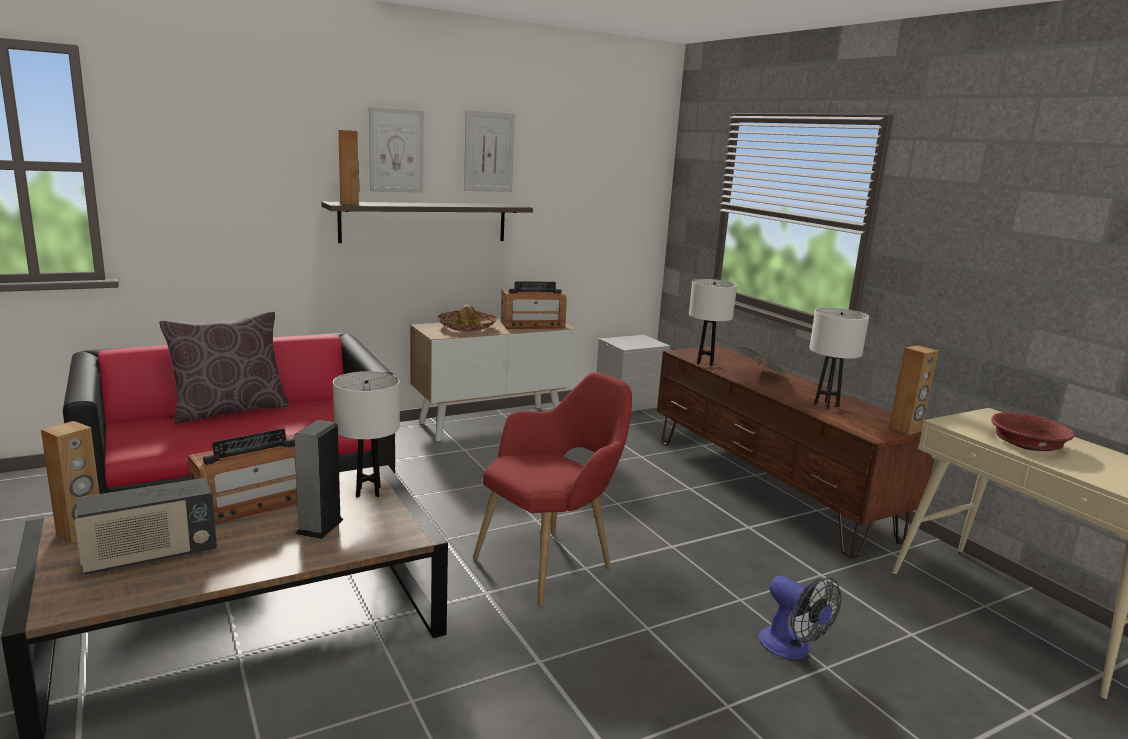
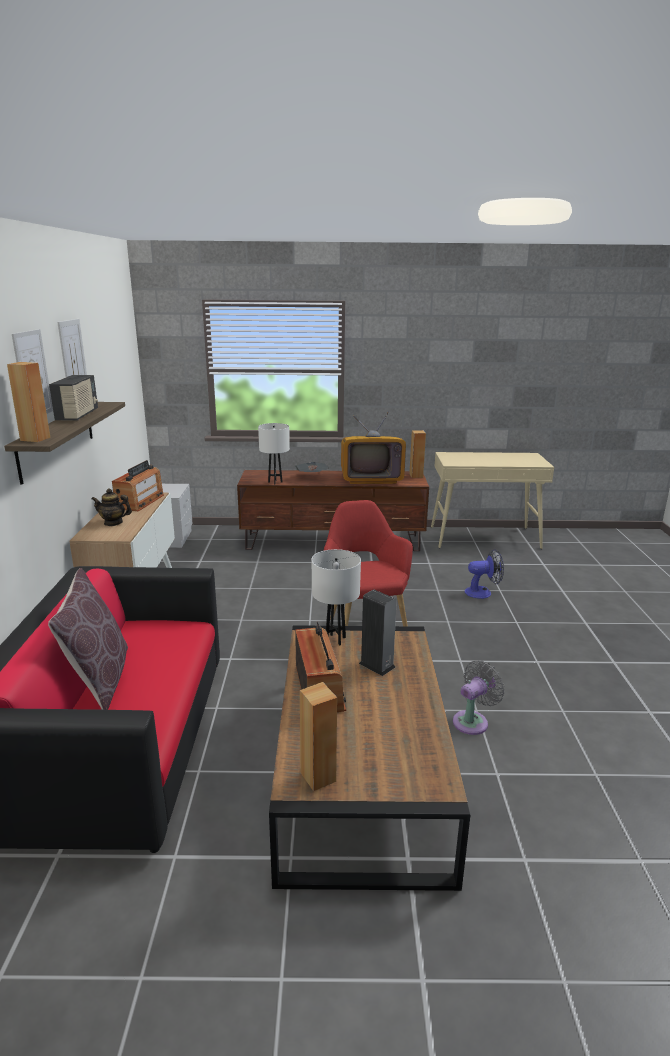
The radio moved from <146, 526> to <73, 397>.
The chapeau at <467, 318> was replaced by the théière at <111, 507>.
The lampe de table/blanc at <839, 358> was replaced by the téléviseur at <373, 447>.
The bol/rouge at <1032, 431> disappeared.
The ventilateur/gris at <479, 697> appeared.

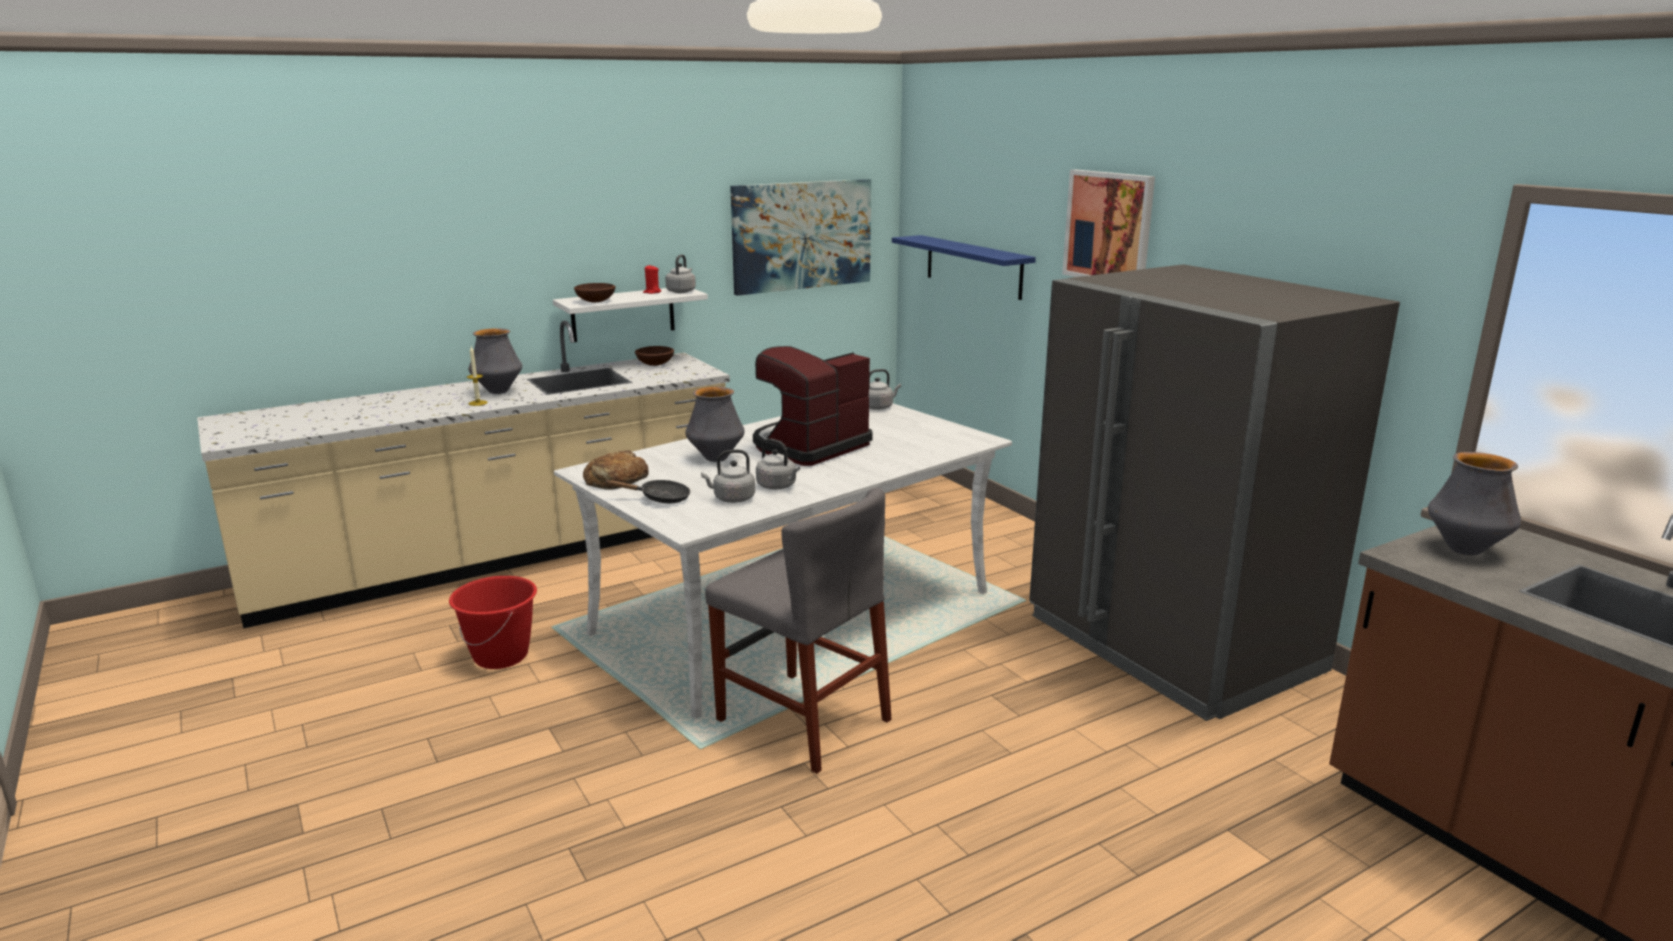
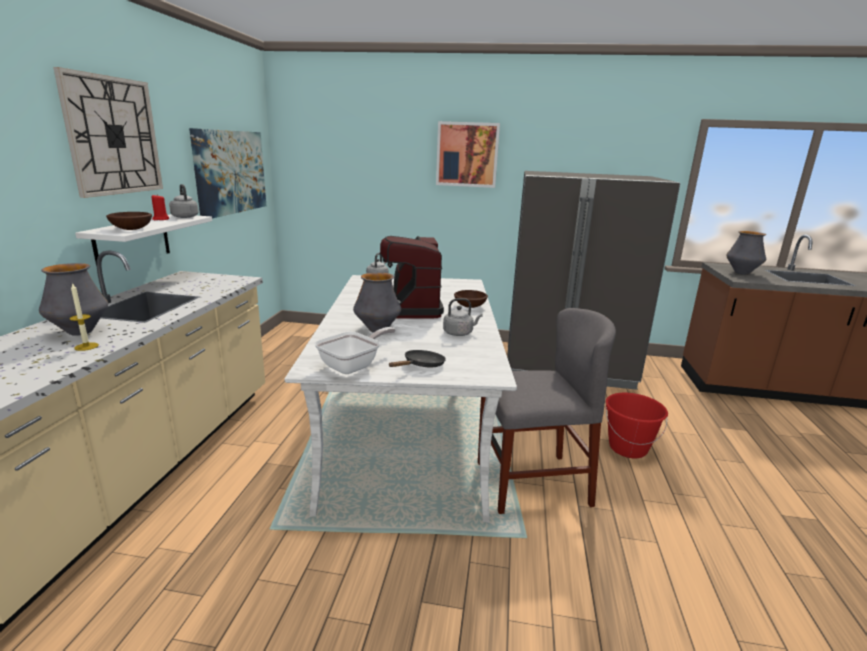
The seau/rouge moved from <493, 622> to <636, 425>.
The pain at <616, 470> was replaced by the poêle at <355, 350>.
The bol/marron moved from <654, 356> to <471, 299>.
The bouilloire/gris at <728, 476> disappeared.
The étagère/bleu at <964, 267> disappeared.
The horloge murale at <108, 132> appeared.

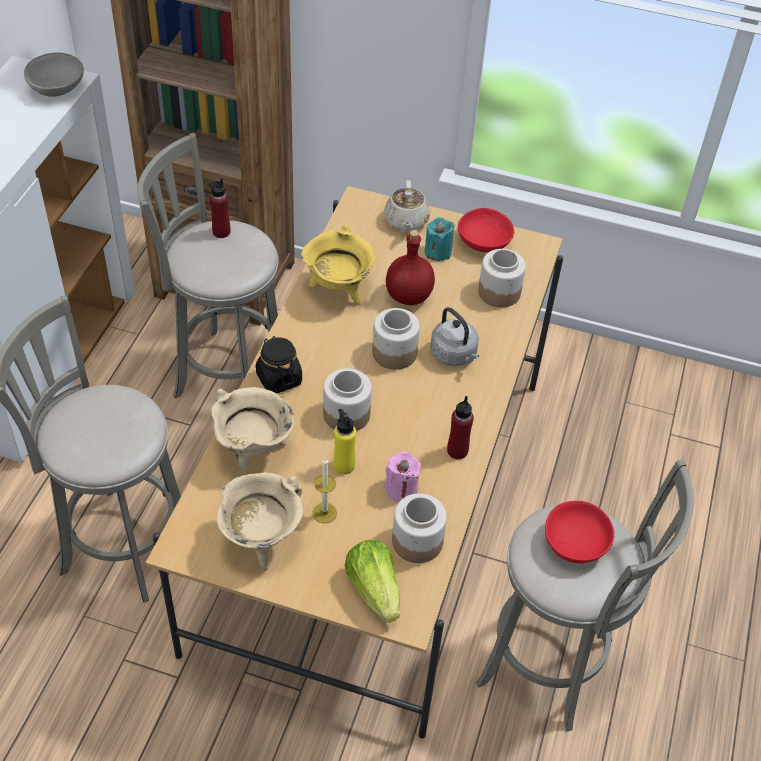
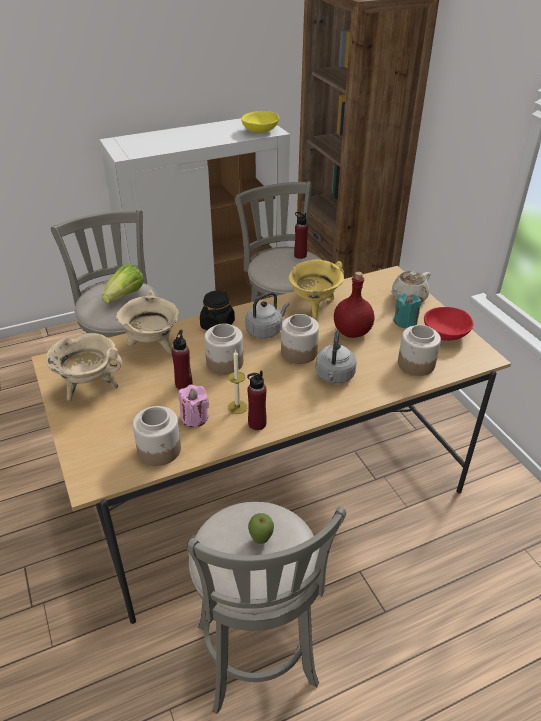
The bol/gris at <54, 74> became the bol/jaune at <260, 122>.
The bougie moved from <325, 490> to <237, 381>.
The bouteille/jaune at <344, 442> became the bouteille/rouge at <182, 360>.
The laitue moved from <372, 581> to <123, 283>.
The bol/rouge at <579, 532> was replaced by the pomme at <261, 528>.
The bouilloire/gris at <267, 315> appeared.

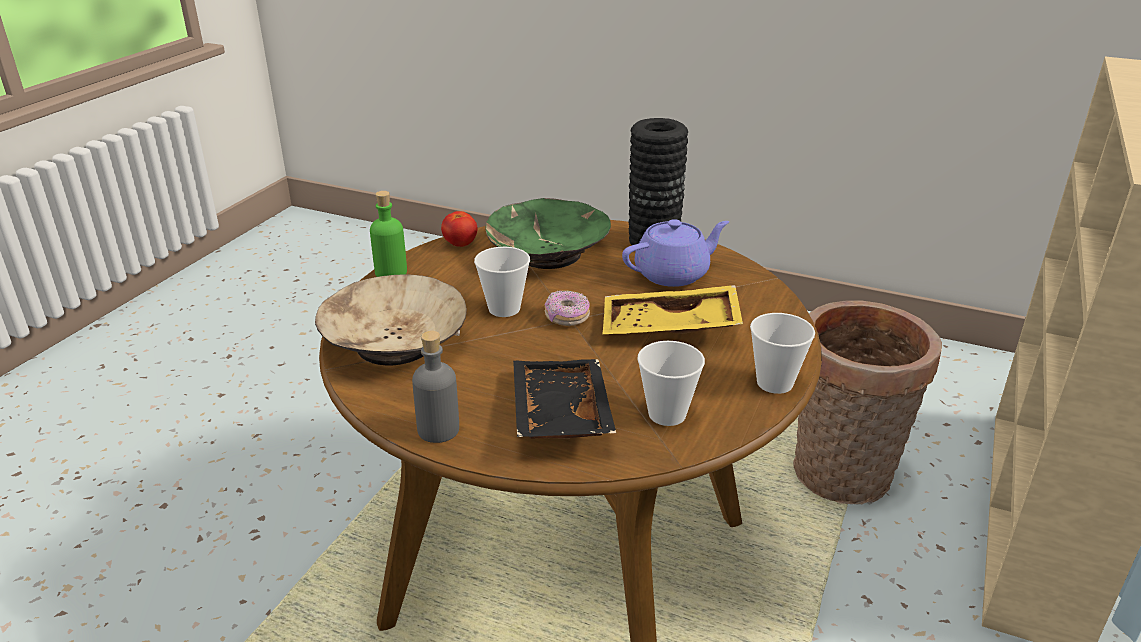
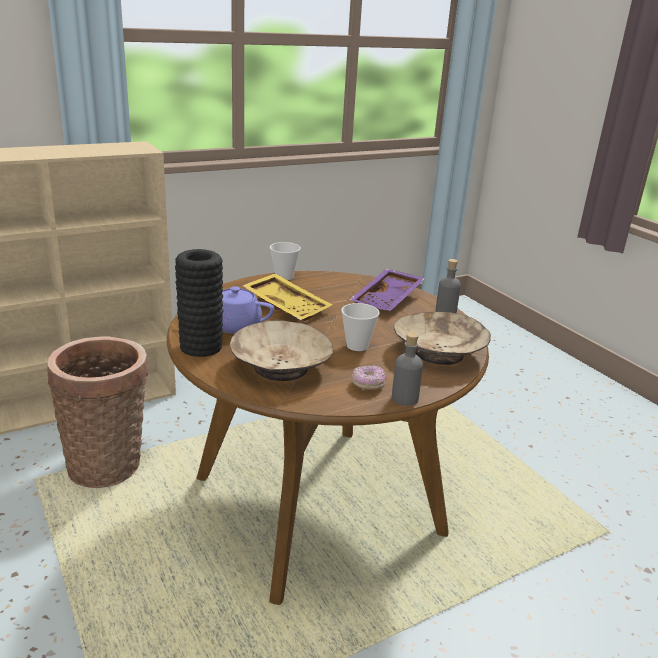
The bouteille/vert at <388, 234> became the bouteille/gris at <407, 369>.
The tomate at <459, 229> disappeared.
The bol/vert at <548, 233> became the bol/beige at <281, 350>.
The plateau/noir at <564, 399> became the plateau/violet at <387, 289>.
The beignet moved from <567, 308> to <369, 377>.
The tasse at <671, 383> disappeared.

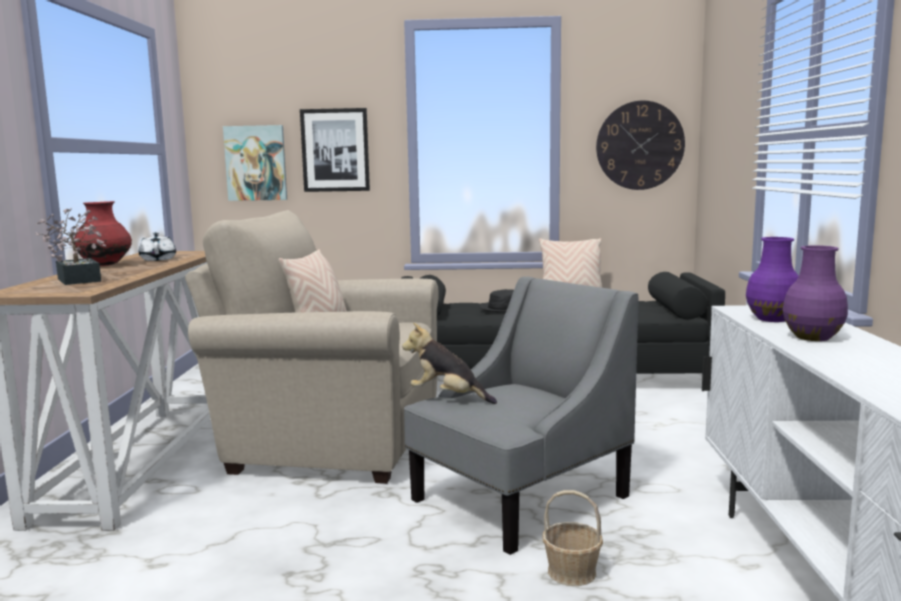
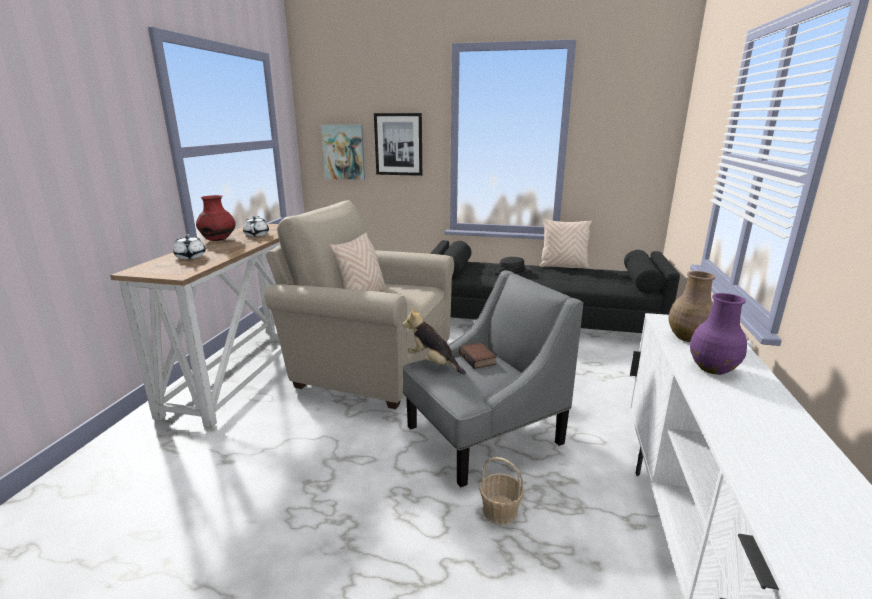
The plante en pot at <71, 246> was replaced by the théière/blanc at <189, 246>.
The horloge murale at <640, 145> disappeared.
The vase/violet at <772, 279> became the vase/marron at <692, 306>.
The livre at <478, 356> appeared.

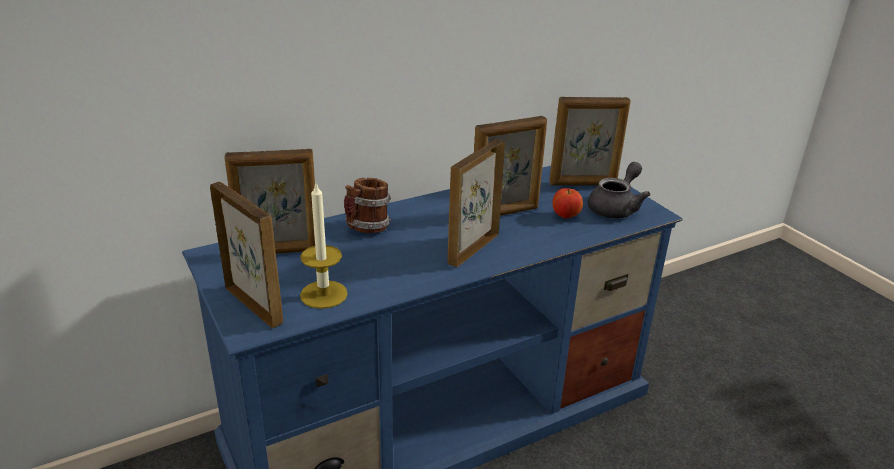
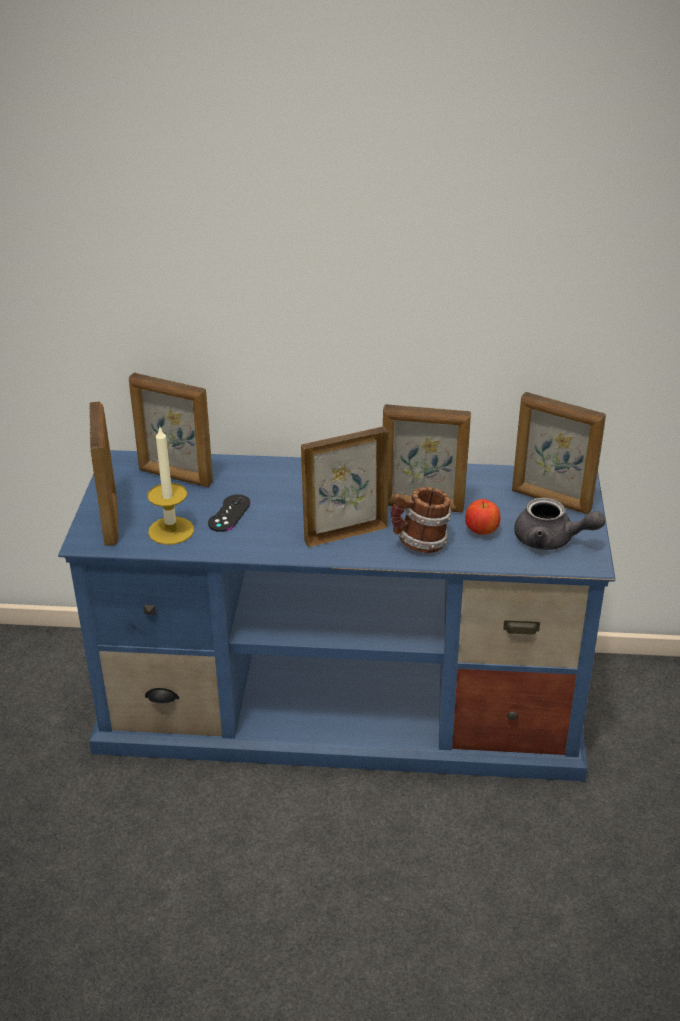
The mug moved from <367, 205> to <421, 520>.
The théière/gris at <619, 190> turned 45 degrees clockwise.
The manette/noir at <229, 513> appeared.

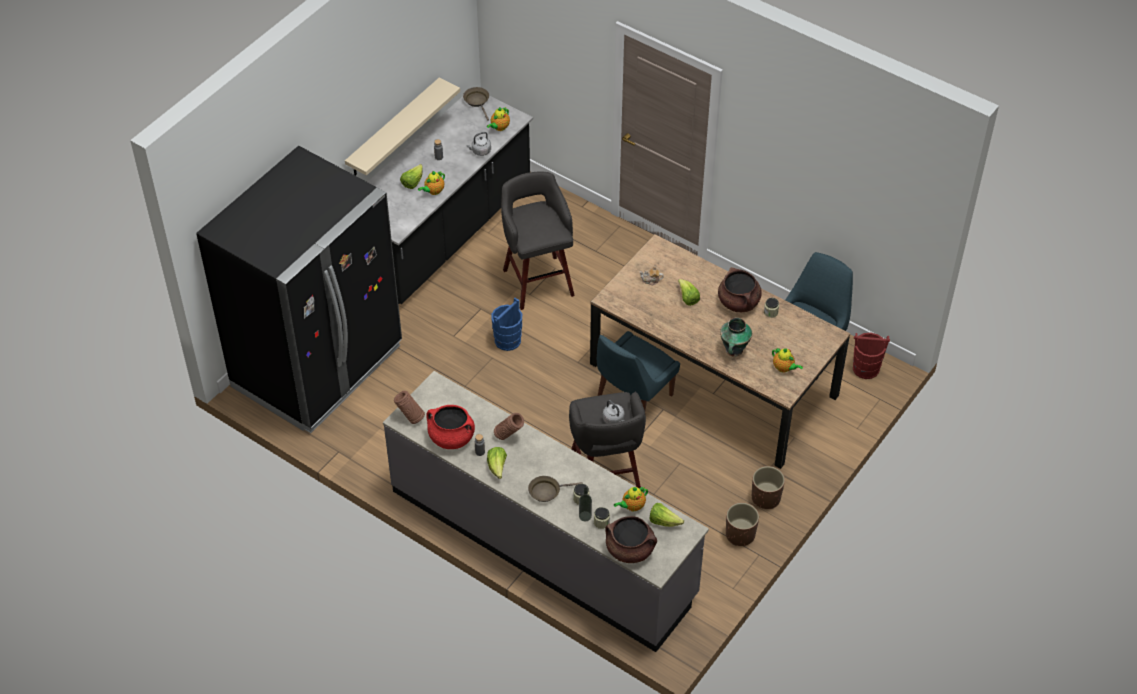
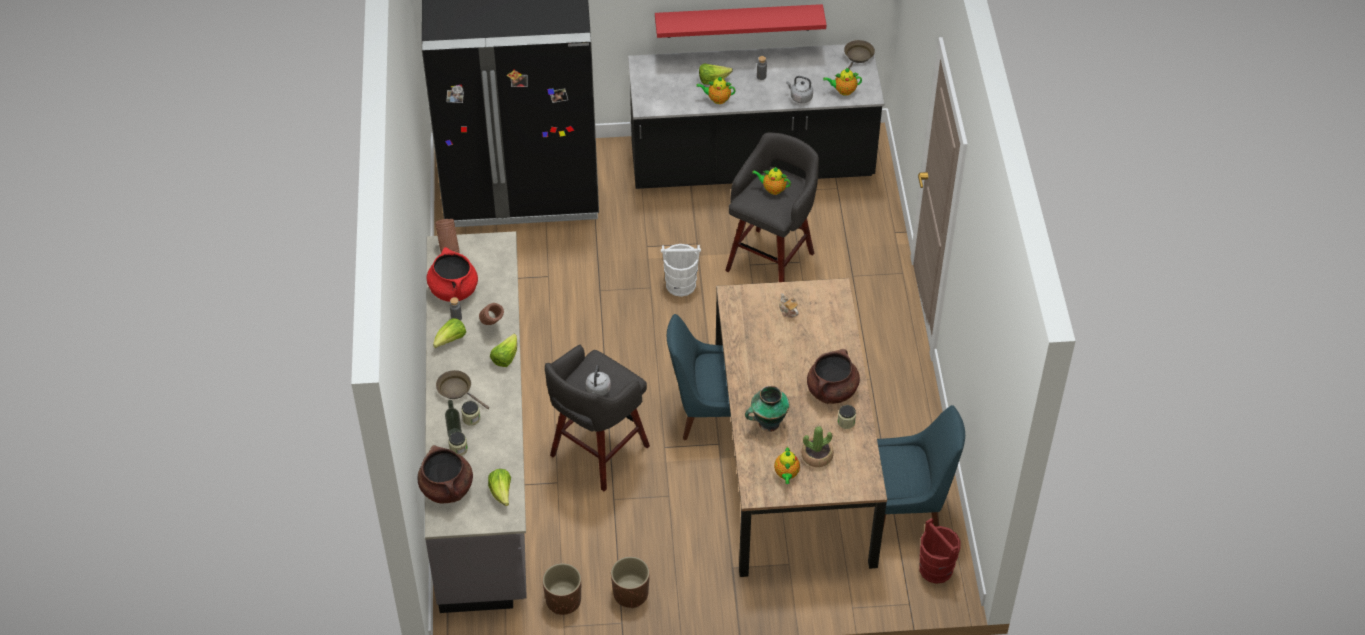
The étagère/beige at <402, 127> became the étagère/rouge at <740, 21>.
The seau/bleu at <506, 324> became the seau/blanc at <681, 270>.
The théière moved from <631, 499> to <771, 181>.
The laitue moved from <689, 292> to <503, 350>.
The cache-pot/marron moved from <768, 487> to <561, 589>.
The plante en pot at <817, 446> appeared.

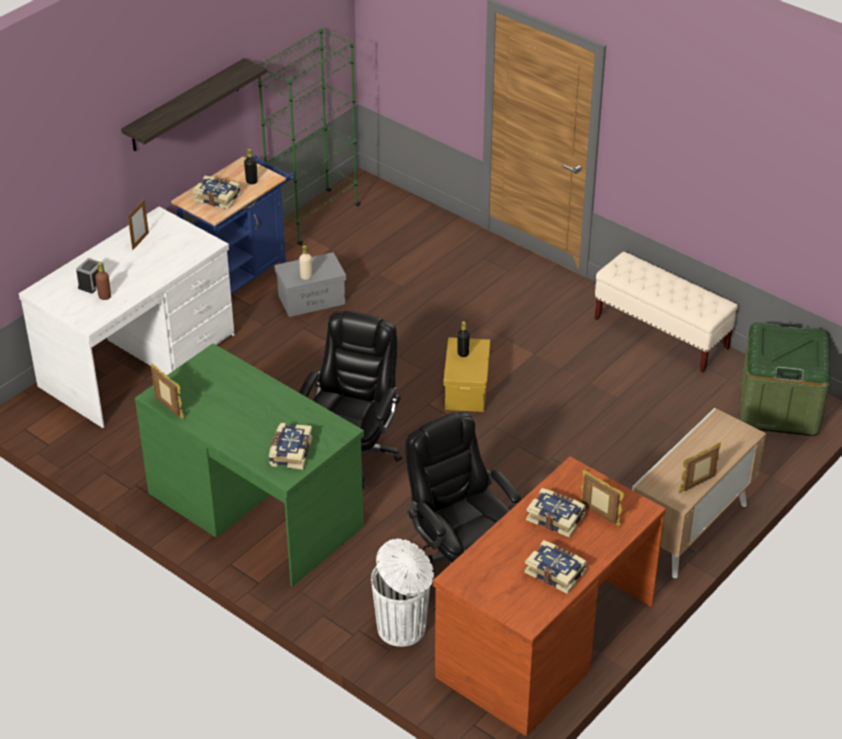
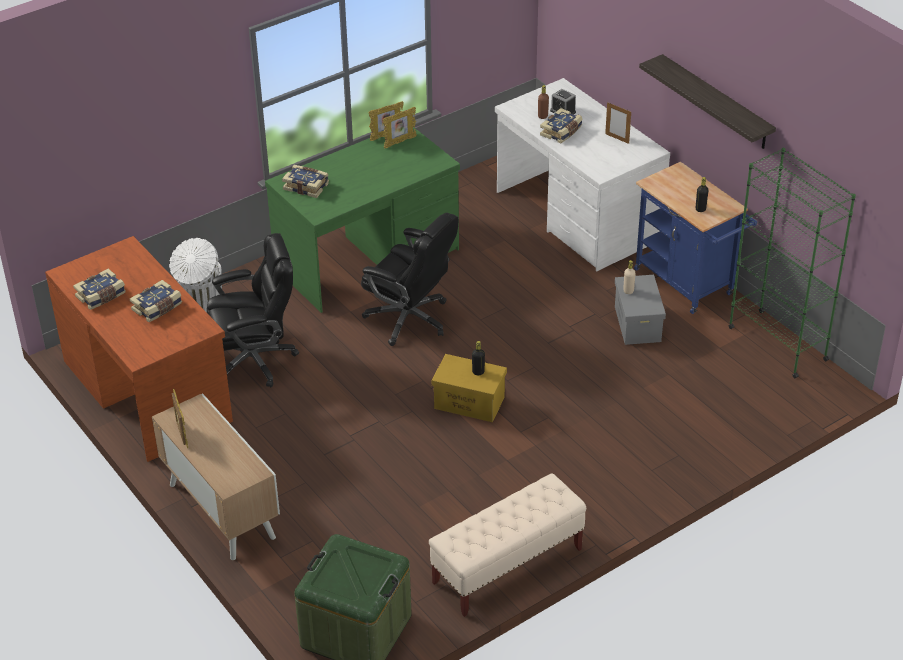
The livre moved from <217, 193> to <561, 125>.
The cadre photo moved from <602, 498> to <400, 127>.

